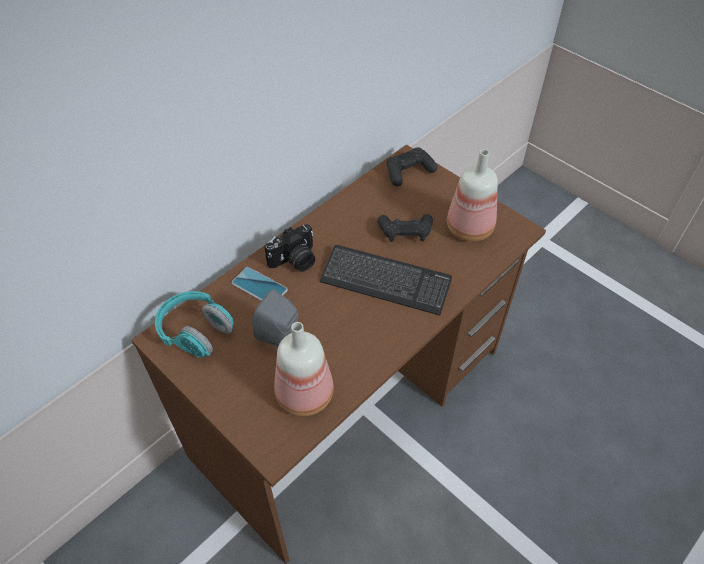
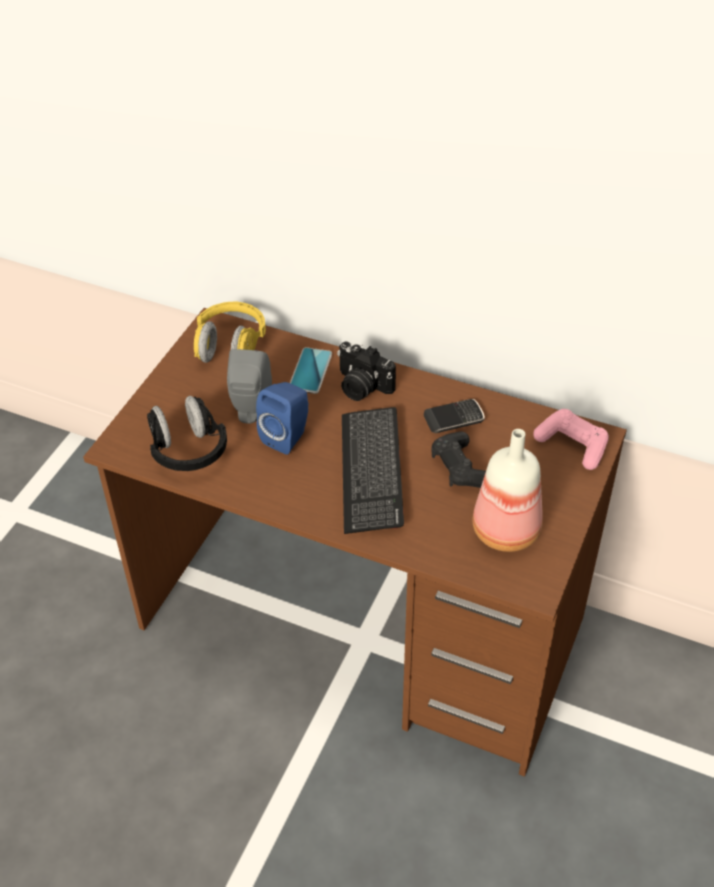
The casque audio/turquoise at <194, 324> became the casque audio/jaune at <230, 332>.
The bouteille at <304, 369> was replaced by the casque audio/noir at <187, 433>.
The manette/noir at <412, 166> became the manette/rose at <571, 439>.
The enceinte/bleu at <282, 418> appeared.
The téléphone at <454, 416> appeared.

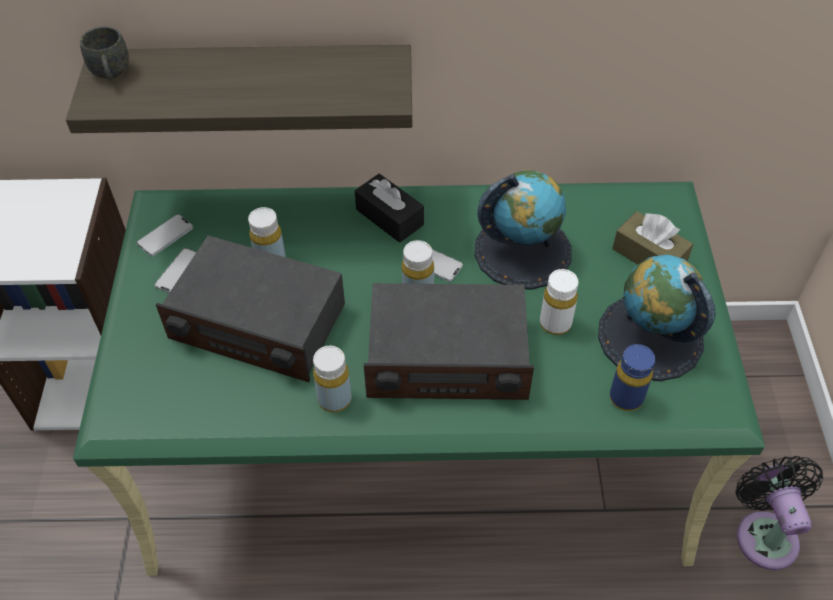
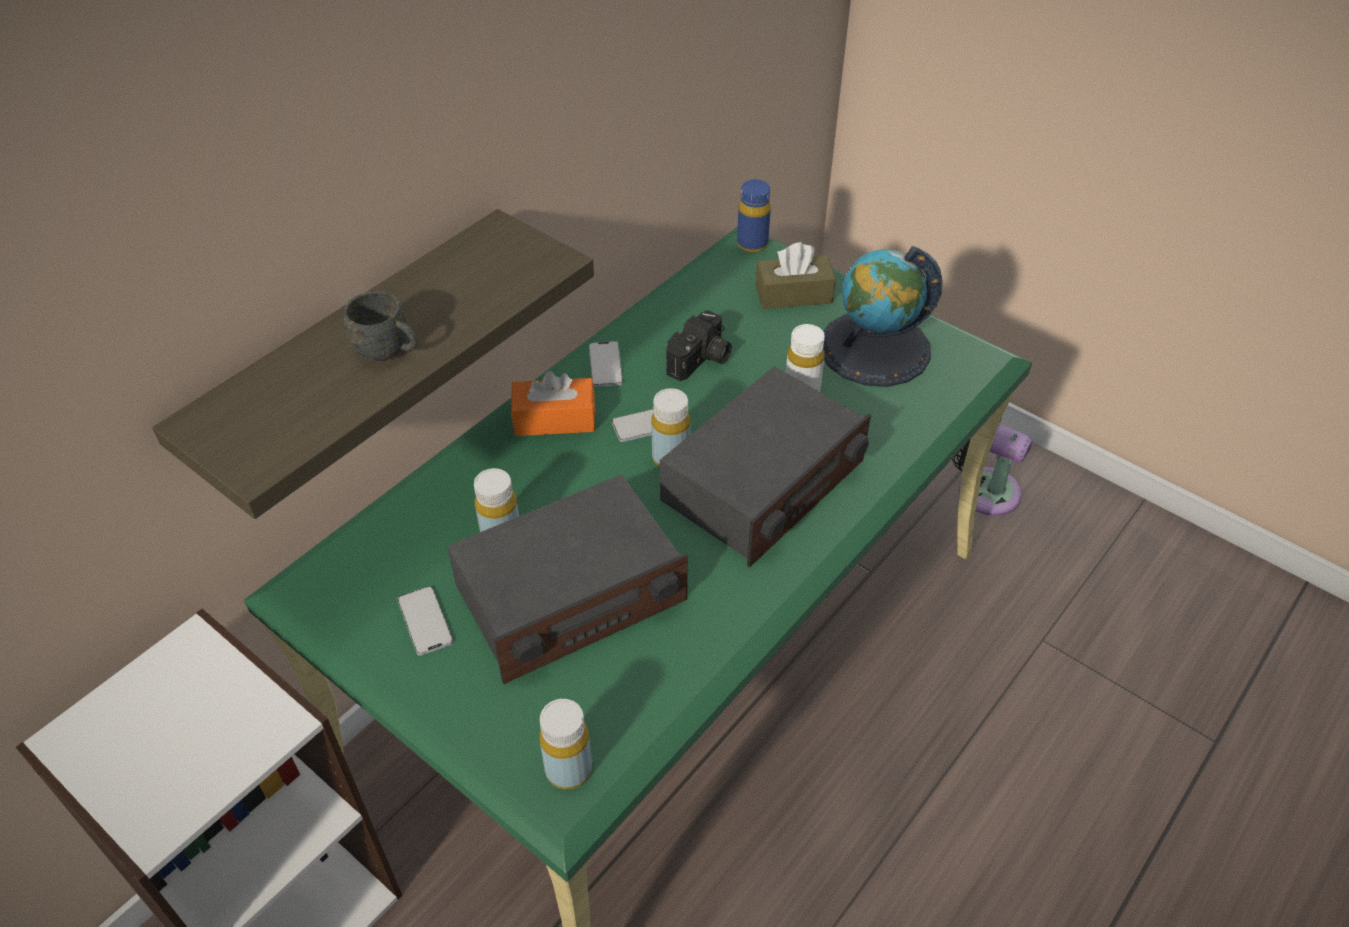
The mug/gris moved from <104, 53> to <380, 326>.
The téléphone moved from <165, 235> to <606, 364>.
The bouteille/jaune moved from <332, 379> to <565, 744>.
The boîte à mouchoirs/noir at <389, 208> became the boîte à mouchoirs/orange at <553, 403>.
The globe at <523, 230> was replaced by the appareil photo at <699, 345>.
The bouteille/bleu moved from <632, 377> to <754, 216>.

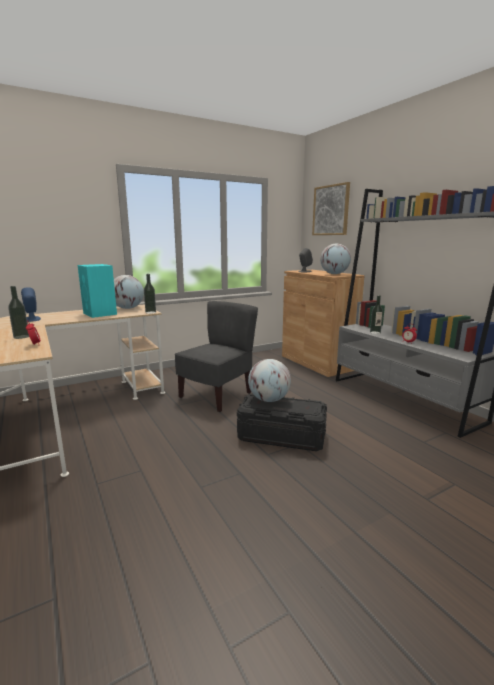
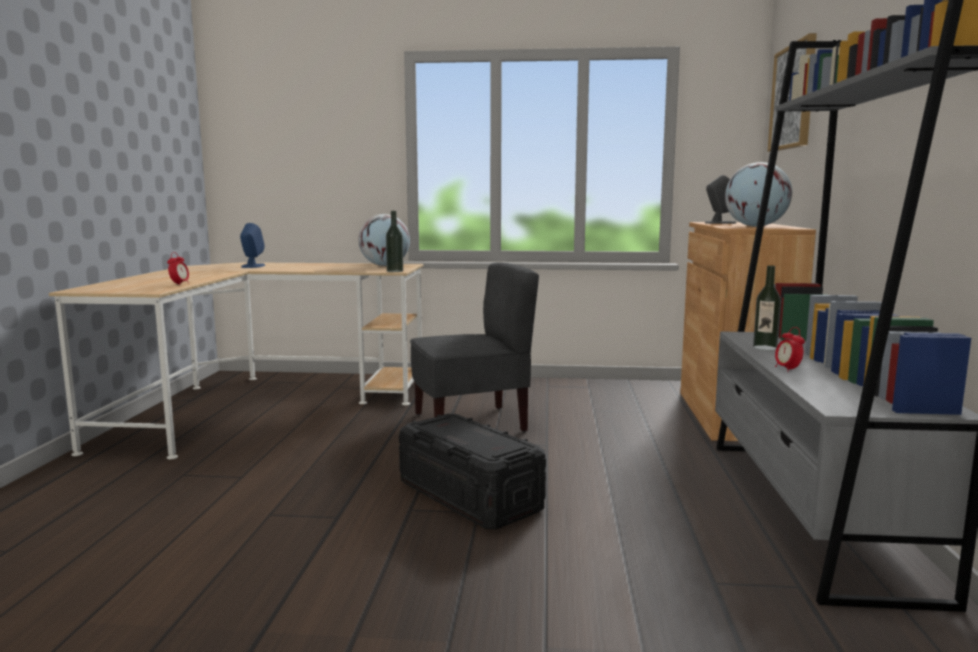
The bouteille at <18, 312> disappeared.
The enceinte/turquoise at <97, 291> disappeared.
The globe at <269, 380> disappeared.

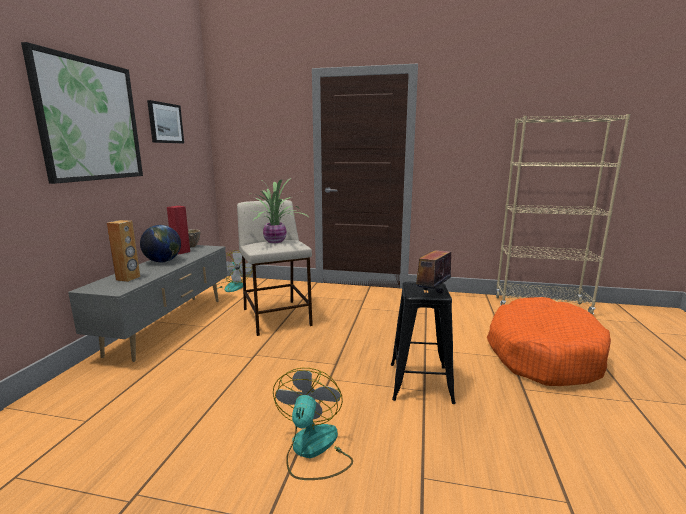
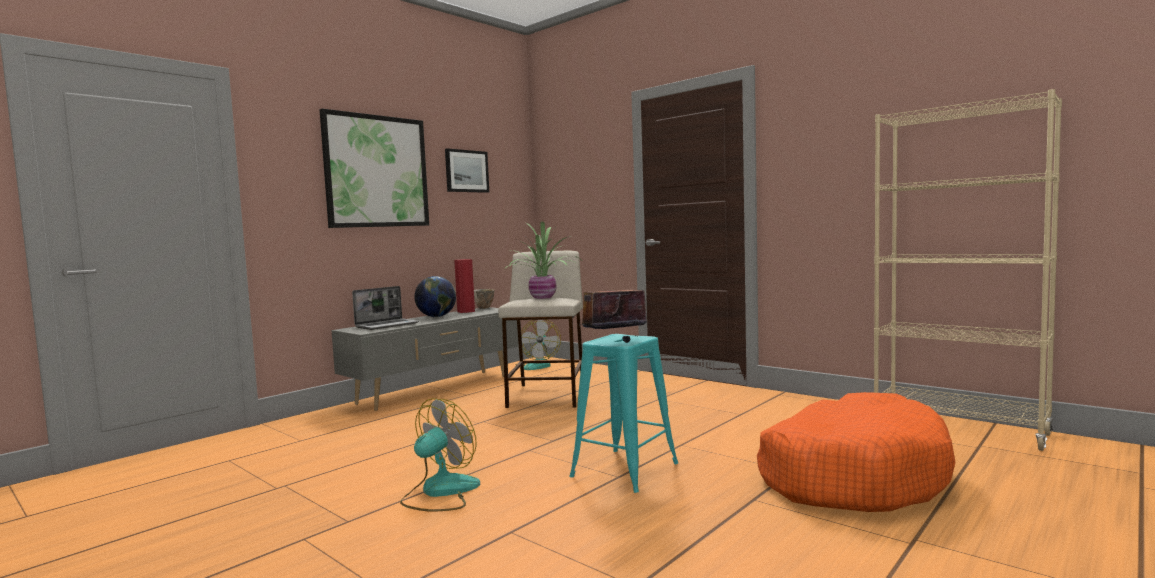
The enceinte/marron at <123, 251> was replaced by the ordinateur portable at <385, 308>.
The tabouret/noir at <423, 343> became the tabouret/turquoise at <623, 413>.

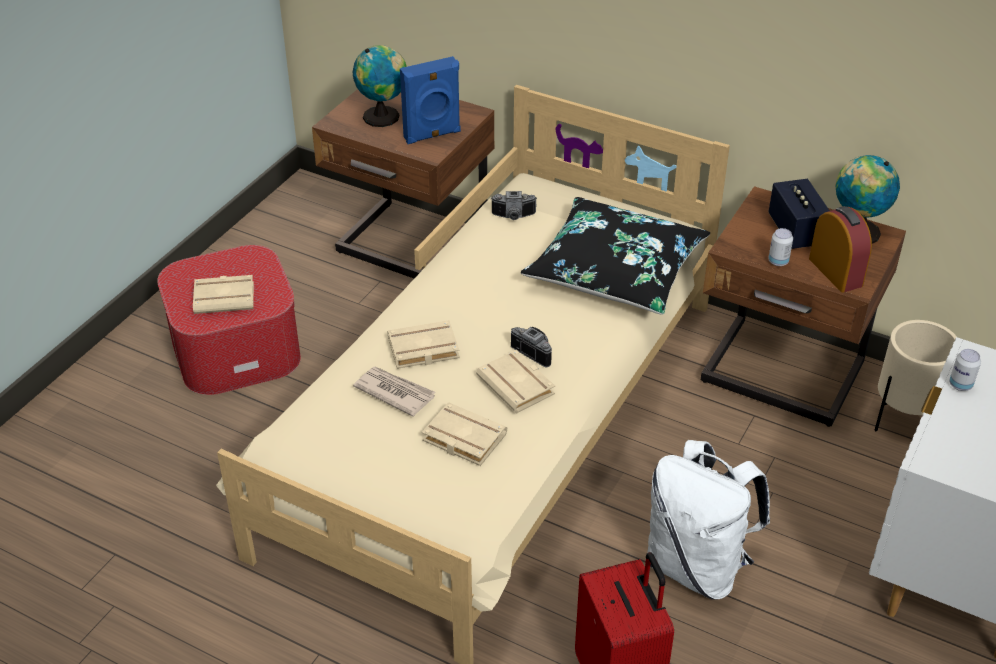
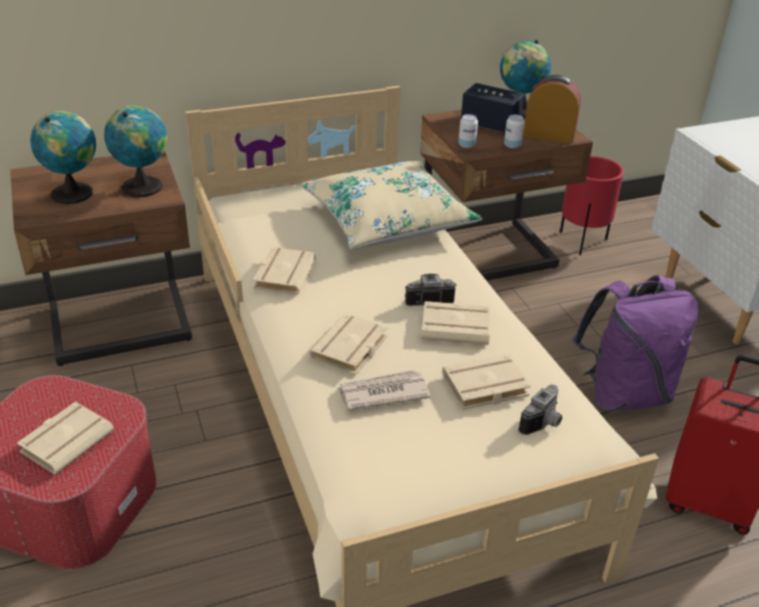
The enceinte/bleu at <430, 100> was replaced by the globe at <135, 151>.
The appareil photo moved from <514, 205> to <540, 410>.
The coussin/noir at <615, 256> became the coussin/beige at <391, 204>.
The sac à dos/blanc at <708, 520> became the sac à dos/violet at <635, 344>.
The cache-pot/beige at <916, 375> became the cache-pot/rouge at <592, 205>.
The boîte métallique moved from <965, 370> to <468, 131>.
The livre/beige at <284, 271> appeared.

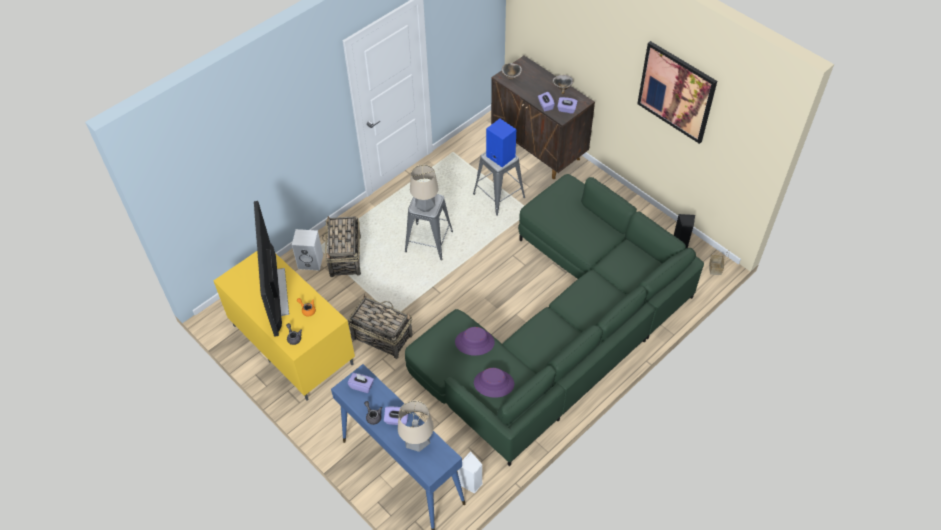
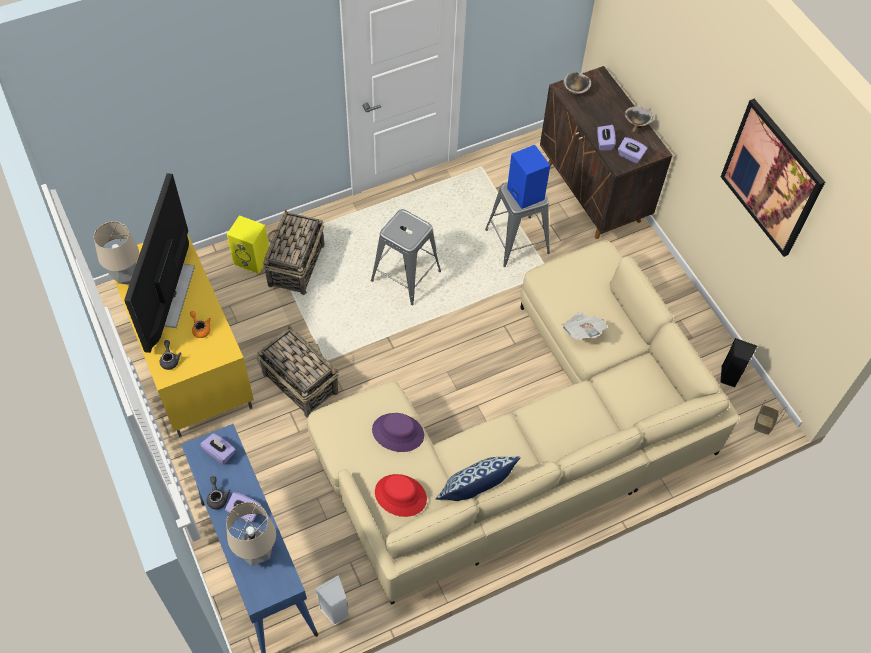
The enceinte/blanc at <307, 250> became the enceinte/jaune at <248, 244>.
The canapé/vert at <554, 320> became the canapé/beige at <523, 422>.
The lampe de table moved from <424, 188> to <116, 252>.
The chapeau/violet at <494, 383> became the chapeau/rouge at <401, 495>.
The coussin at <478, 478> appeared.
The journal at <584, 326> appeared.

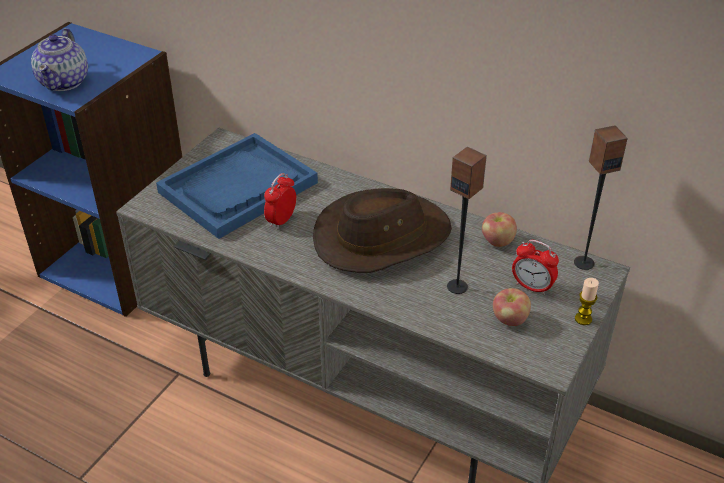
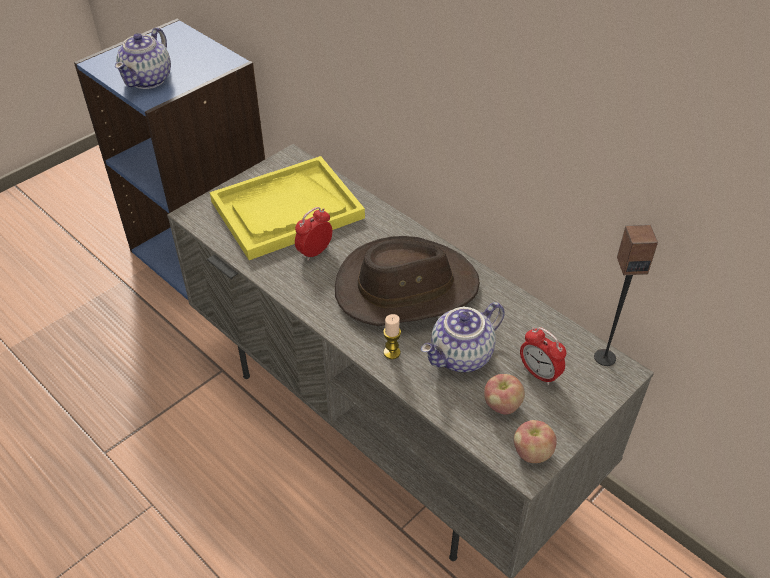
The plateau/bleu at <237, 186> became the plateau/jaune at <287, 208>.
The enceinte at <467, 220> was replaced by the théière at <463, 337>.
The pomme moved from <499, 229> to <535, 441>.
The bougie moved from <587, 301> to <392, 336>.

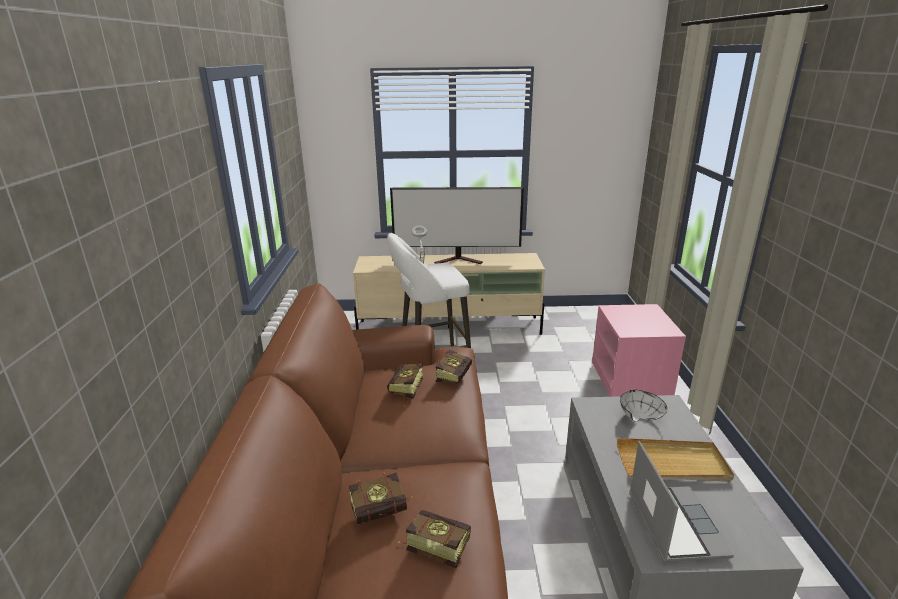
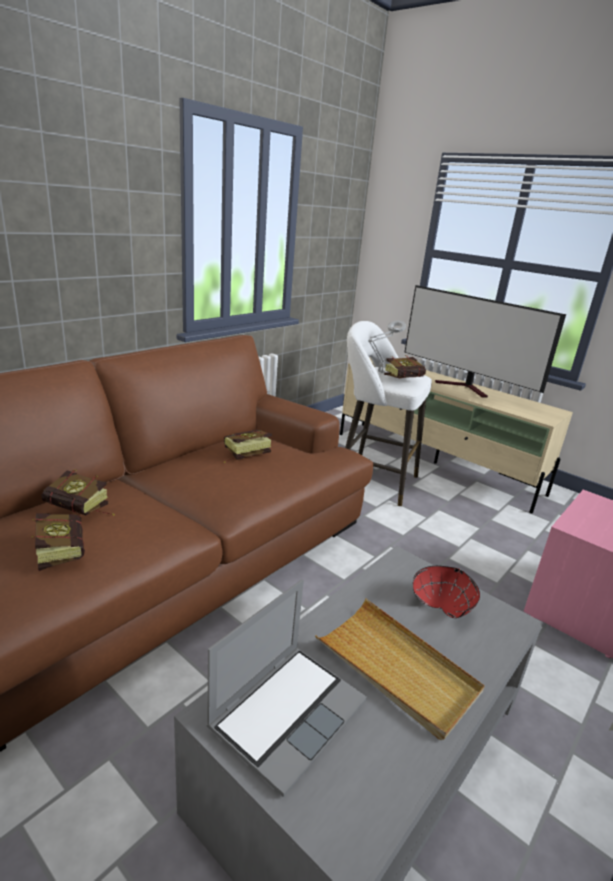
The livre moved from <454, 366> to <405, 366>.
The bol/blanc at <643, 405> became the bol/rouge at <446, 592>.

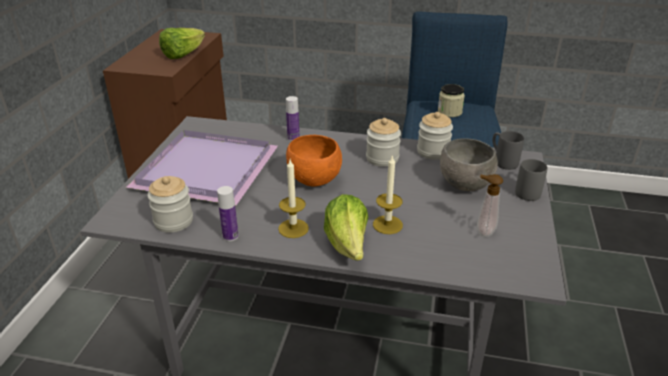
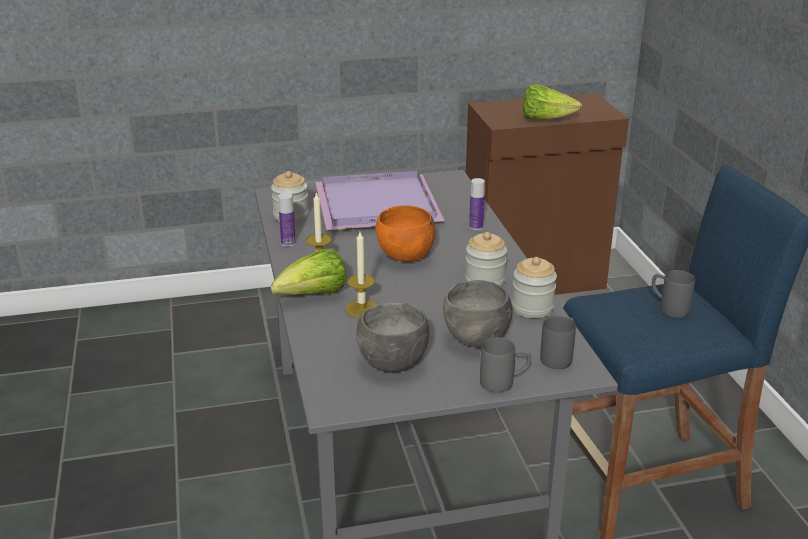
The bocal at <451, 100> was replaced by the mug/gris at <673, 294>.
The distributeur de savon at <490, 205> was replaced by the bol/gris at <392, 337>.

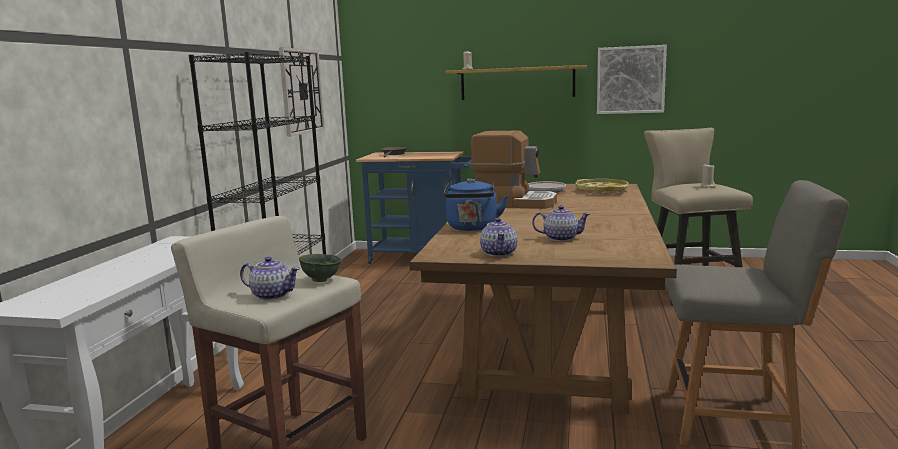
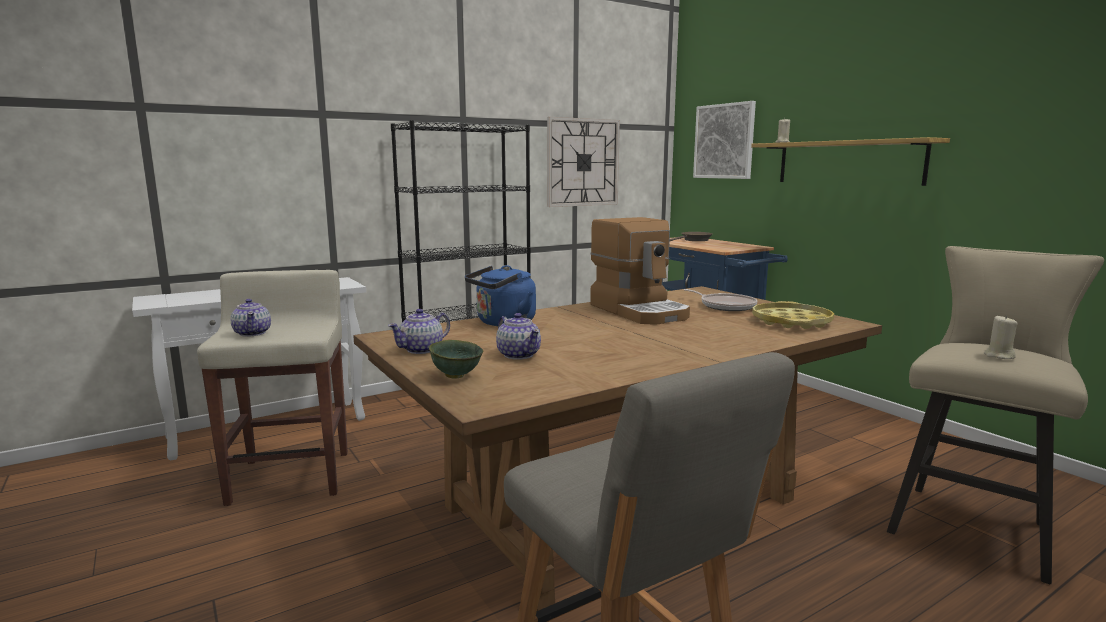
The bol/vert moved from <320, 268> to <456, 359>.
The tableau moved from <632, 79> to <724, 140>.

